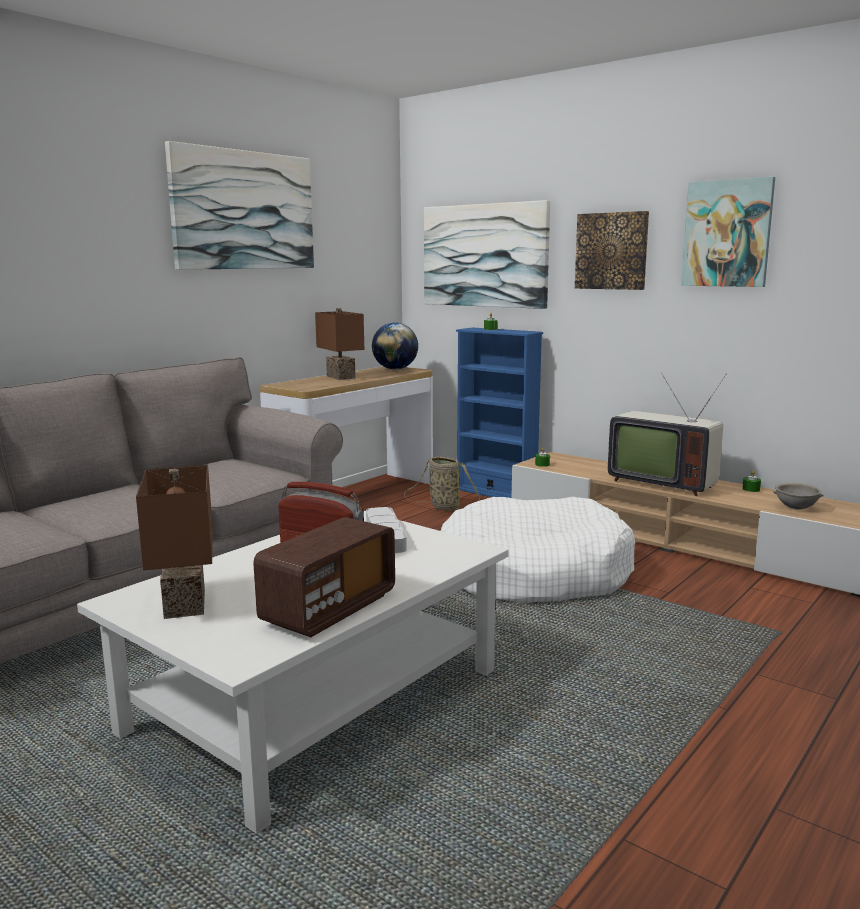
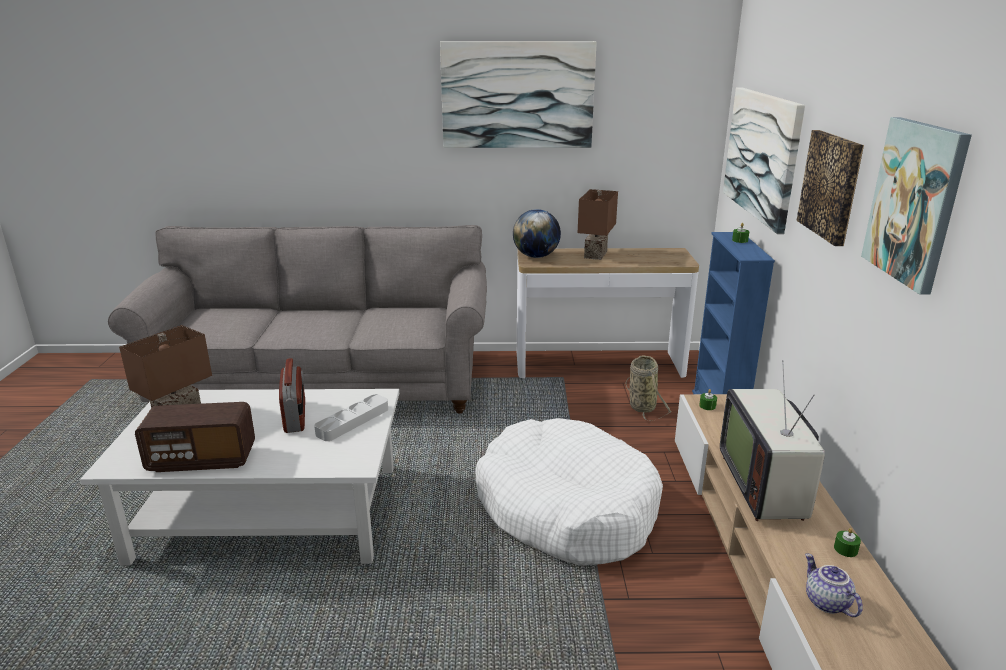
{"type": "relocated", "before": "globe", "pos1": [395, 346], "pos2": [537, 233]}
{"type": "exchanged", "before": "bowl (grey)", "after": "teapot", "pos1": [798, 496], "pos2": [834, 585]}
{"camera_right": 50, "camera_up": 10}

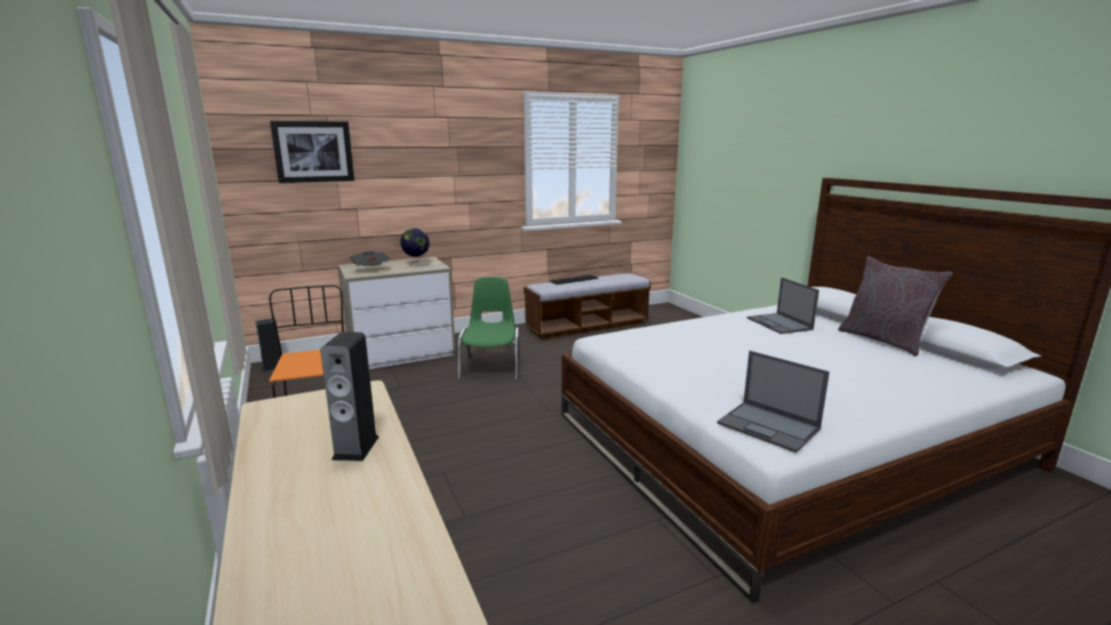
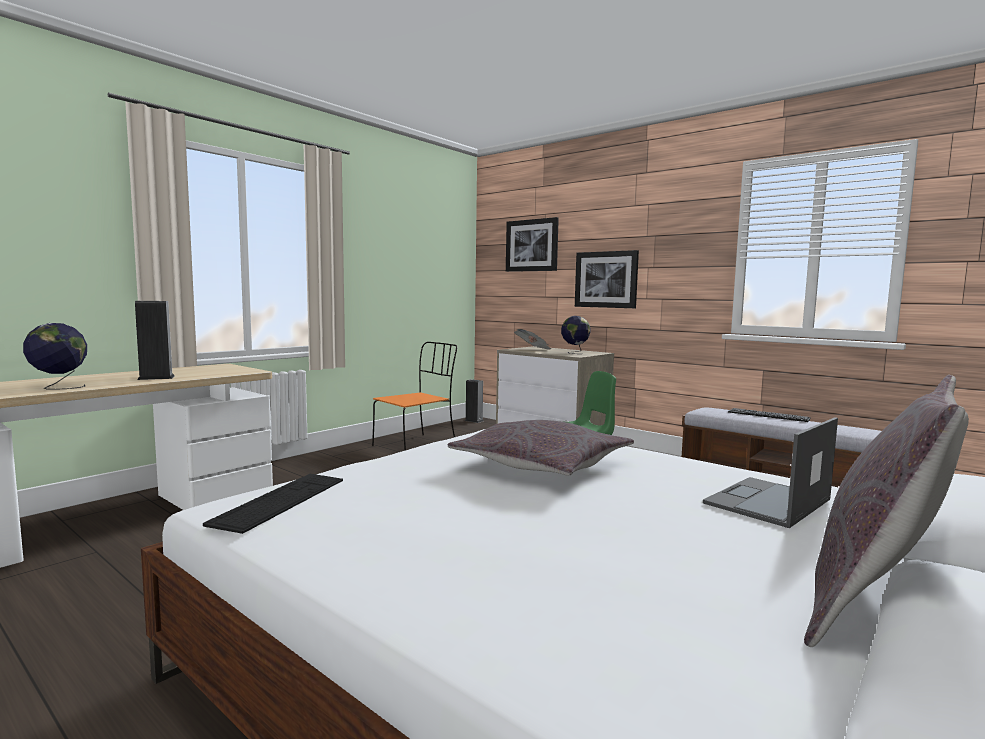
{"type": "exchanged", "before": "laptop", "after": "keyboard", "pos1": [773, 402], "pos2": [273, 504]}
{"type": "appeared", "after": "globe", "pos2": [55, 356]}
{"type": "appeared", "after": "pillow (grey)", "pos2": [541, 448]}
{"type": "appeared", "after": "picture", "pos2": [607, 279]}
{"camera_right": 65, "camera_up": -10}

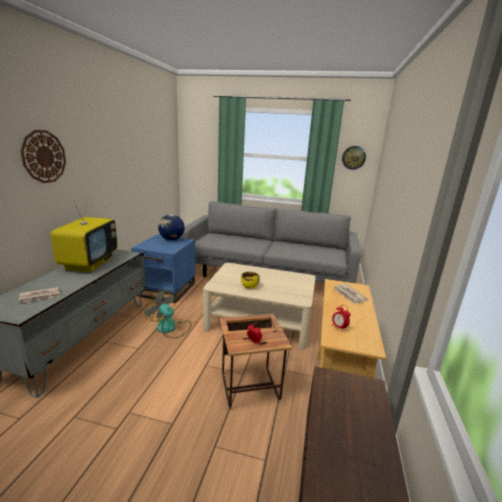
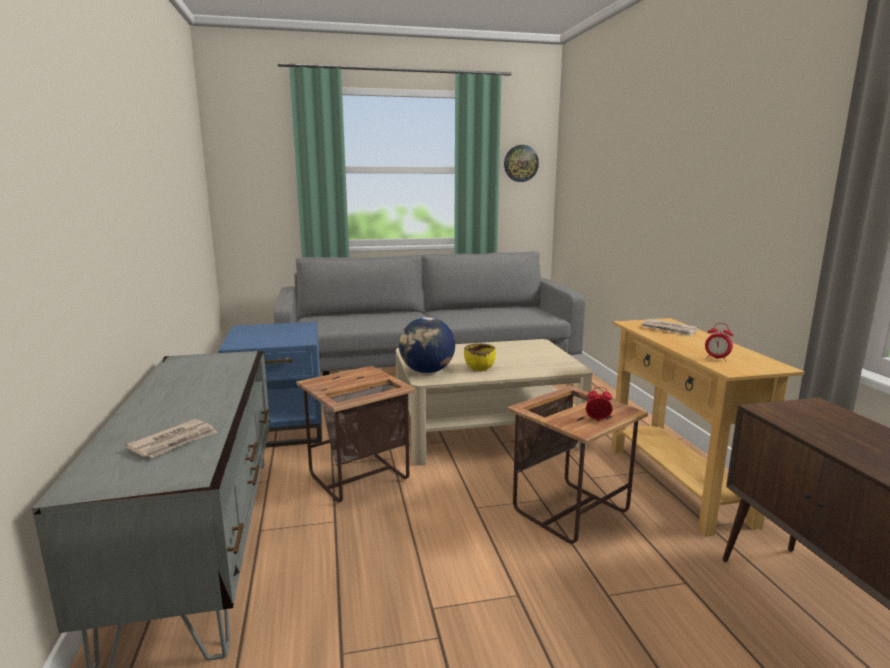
{"type": "missing", "before": "wall clock", "pos1": [43, 156]}
{"type": "missing", "before": "television", "pos1": [83, 234]}
{"type": "exchanged", "before": "fan", "after": "side table", "pos1": [168, 314], "pos2": [355, 434]}
{"type": "relocated", "before": "globe", "pos1": [171, 227], "pos2": [427, 345]}
{"camera_right": -25, "camera_up": -5}

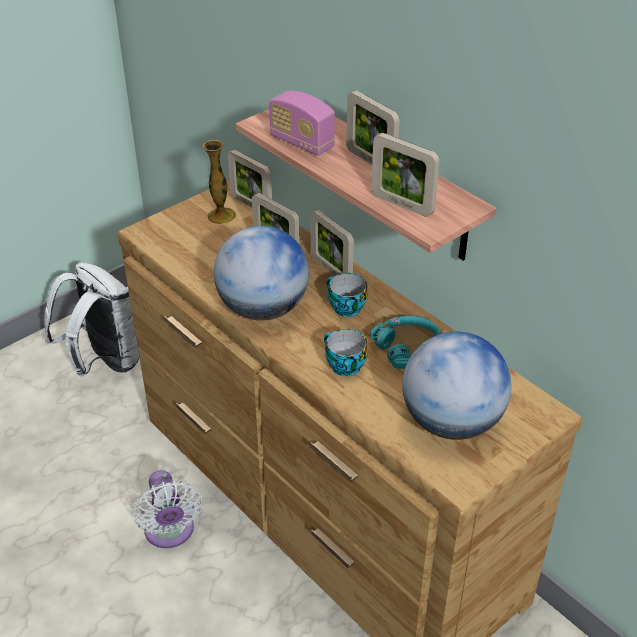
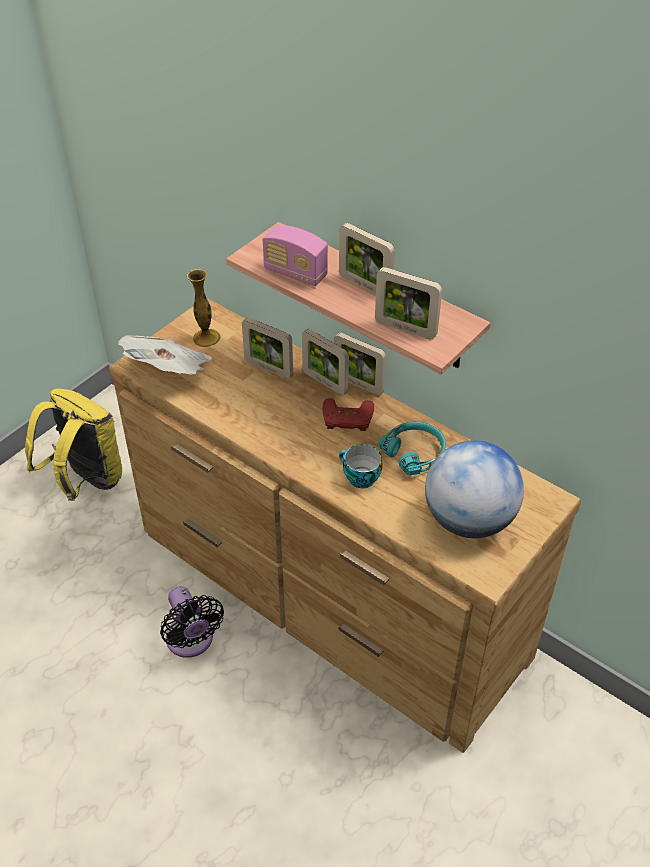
{"type": "colour", "before": "backpack (white)", "after": "backpack (yellow)", "pos1": [92, 320], "pos2": [73, 444]}
{"type": "colour", "before": "fan (white)", "after": "fan (black)", "pos1": [167, 509], "pos2": [192, 622]}
{"type": "missing", "before": "globe", "pos1": [261, 273]}
{"type": "relocated", "before": "picture frame", "pos1": [250, 179], "pos2": [360, 364]}
{"type": "exchanged", "before": "cup", "after": "game controller (red)", "pos1": [347, 295], "pos2": [348, 414]}
{"type": "appeared", "after": "newspaper", "pos2": [165, 355]}
{"camera_right": -10, "camera_up": 5}

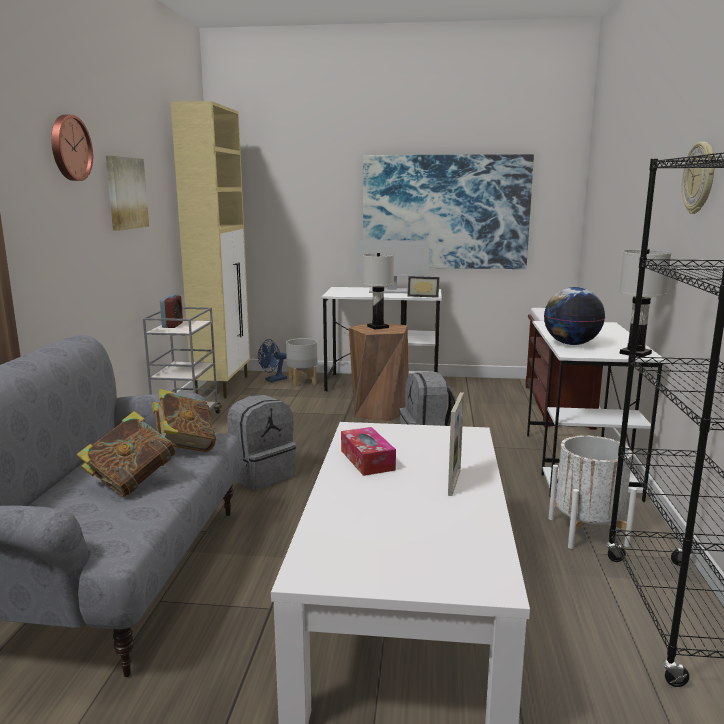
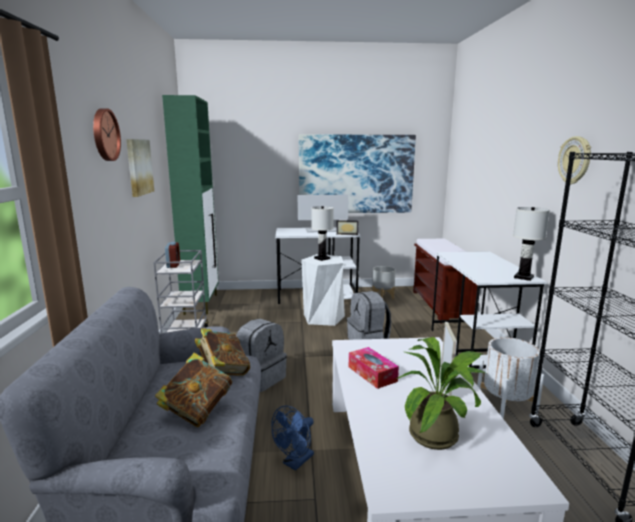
{"type": "colour", "before": "cabinet (beige)", "after": "cabinet (green)", "pos1": [210, 250], "pos2": [190, 205]}
{"type": "relocated", "before": "fan (blue)", "pos1": [272, 360], "pos2": [292, 438]}
{"type": "relocated", "before": "planter (grey)", "pos1": [301, 362], "pos2": [384, 282]}
{"type": "colour", "before": "stool (brown)", "after": "stool (white)", "pos1": [379, 372], "pos2": [323, 290]}
{"type": "missing", "before": "globe", "pos1": [574, 316]}
{"type": "appeared", "after": "potted plant", "pos2": [441, 393]}
{"camera_right": -10, "camera_up": 0}

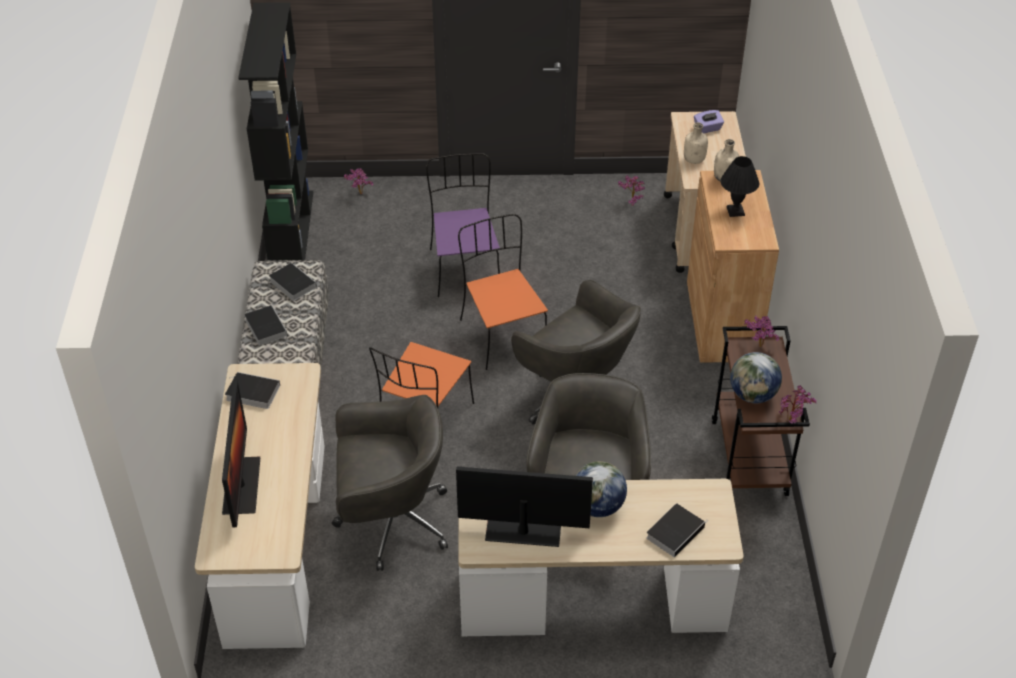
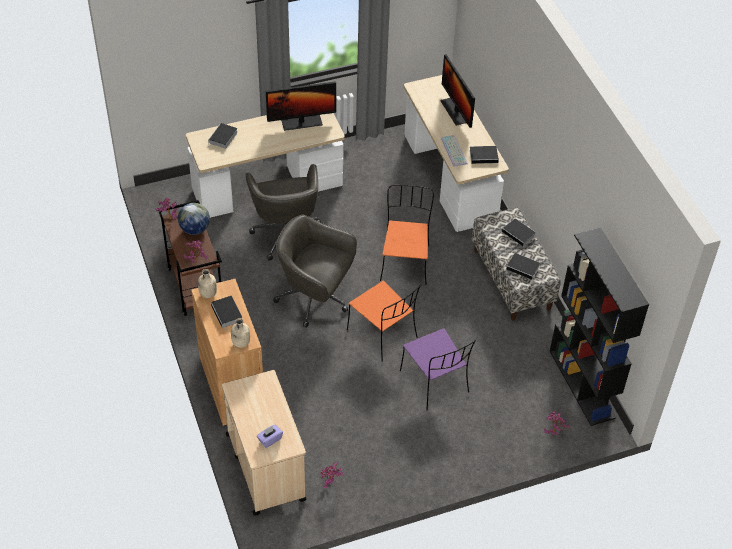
{"type": "missing", "before": "office chair (grey)", "pos1": [390, 483]}
{"type": "missing", "before": "globe", "pos1": [601, 489]}
{"type": "relocated", "before": "bottle (beige)", "pos1": [696, 143], "pos2": [207, 283]}
{"type": "exchanged", "before": "table lamp (black)", "after": "book", "pos1": [740, 186], "pos2": [226, 314]}
{"type": "appeared", "after": "keyboard", "pos2": [454, 151]}
{"camera_right": 160, "camera_up": 5}

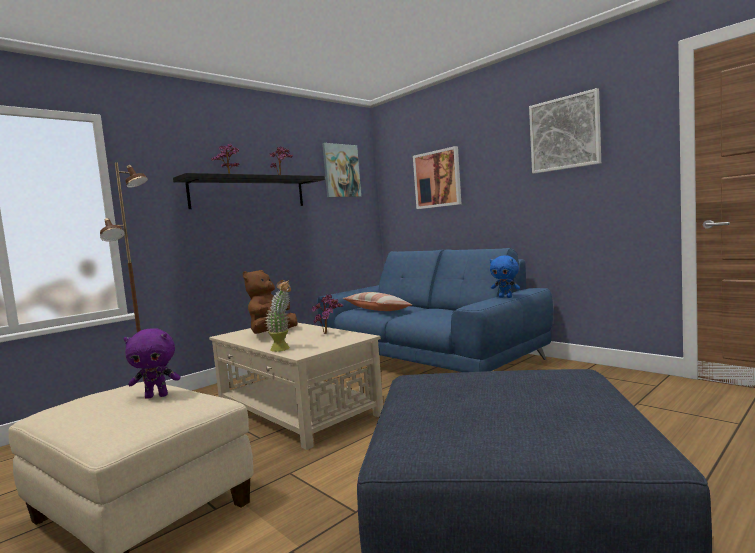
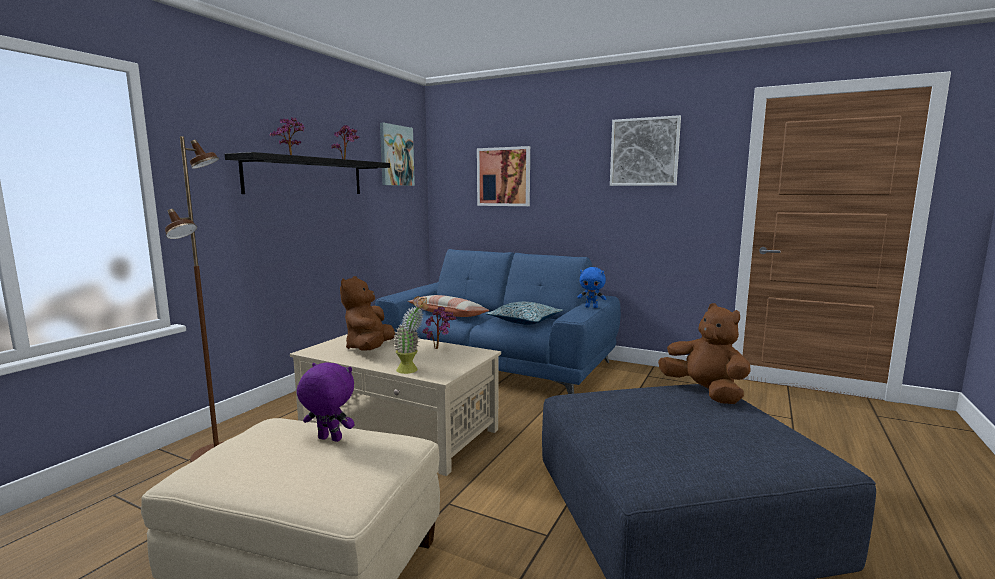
{"type": "spun", "before": "plush toy (purple)", "pos1": [151, 363], "pos2": [325, 402], "turn": -135}
{"type": "appeared", "after": "pillow", "pos2": [524, 313]}
{"type": "appeared", "after": "plush toy (brown)", "pos2": [704, 353]}
{"camera_right": -20, "camera_up": 5}

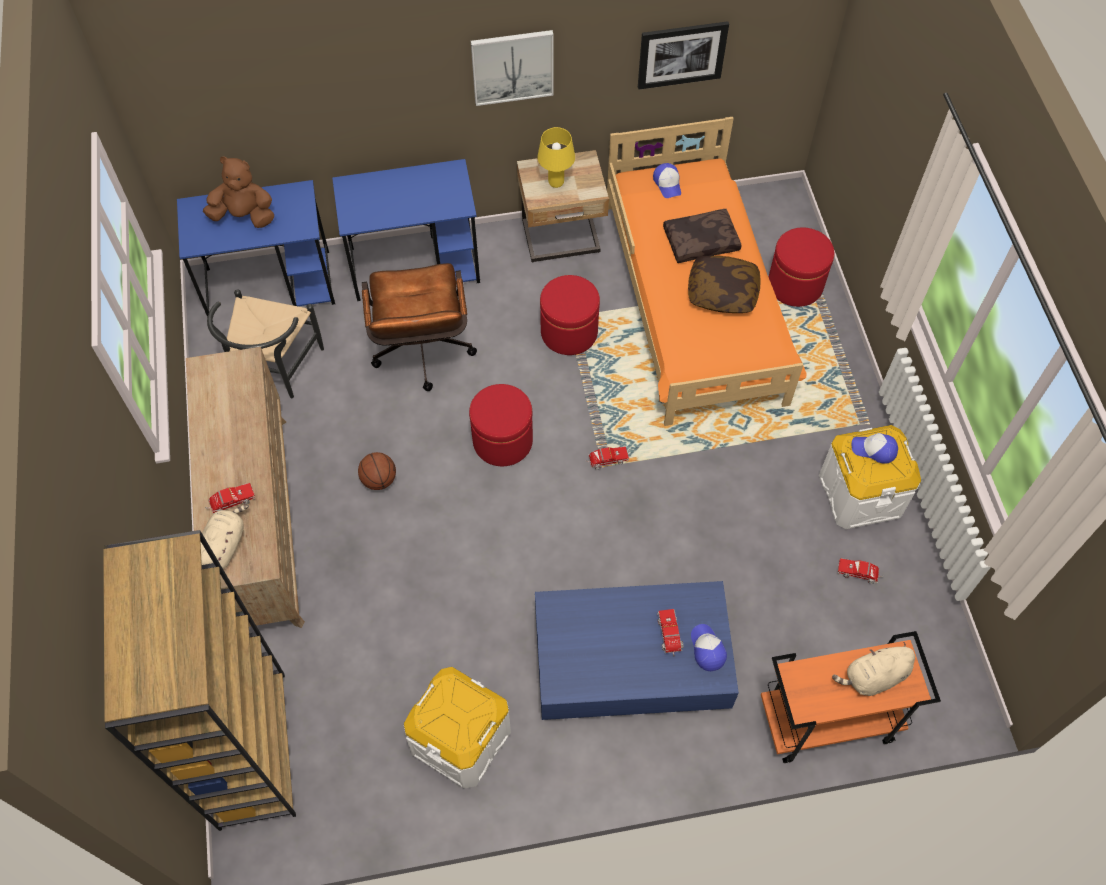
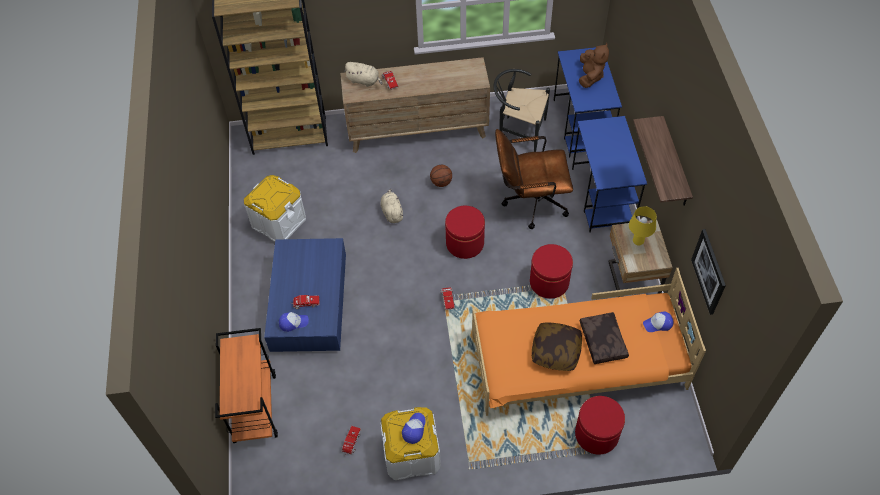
{"type": "exchanged", "before": "picture", "after": "shelf", "pos1": [512, 68], "pos2": [663, 161]}
{"type": "relocated", "before": "plush toy (beige)", "pos1": [873, 669], "pos2": [391, 206]}
{"camera_right": 95, "camera_up": -5}

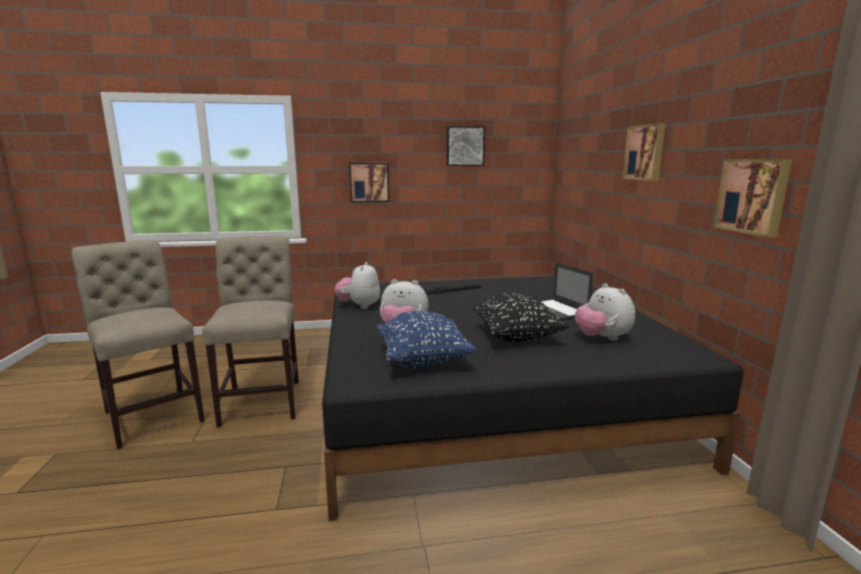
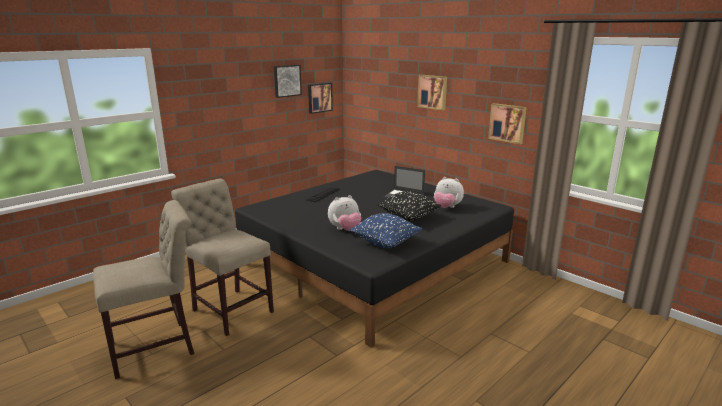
{"type": "spun", "before": "chair (beige)", "pos1": [138, 344], "pos2": [143, 289], "turn": 135}
{"type": "missing", "before": "plush toy", "pos1": [357, 285]}
{"type": "relocated", "before": "picture", "pos1": [369, 182], "pos2": [320, 98]}
{"camera_right": -35, "camera_up": 5}

